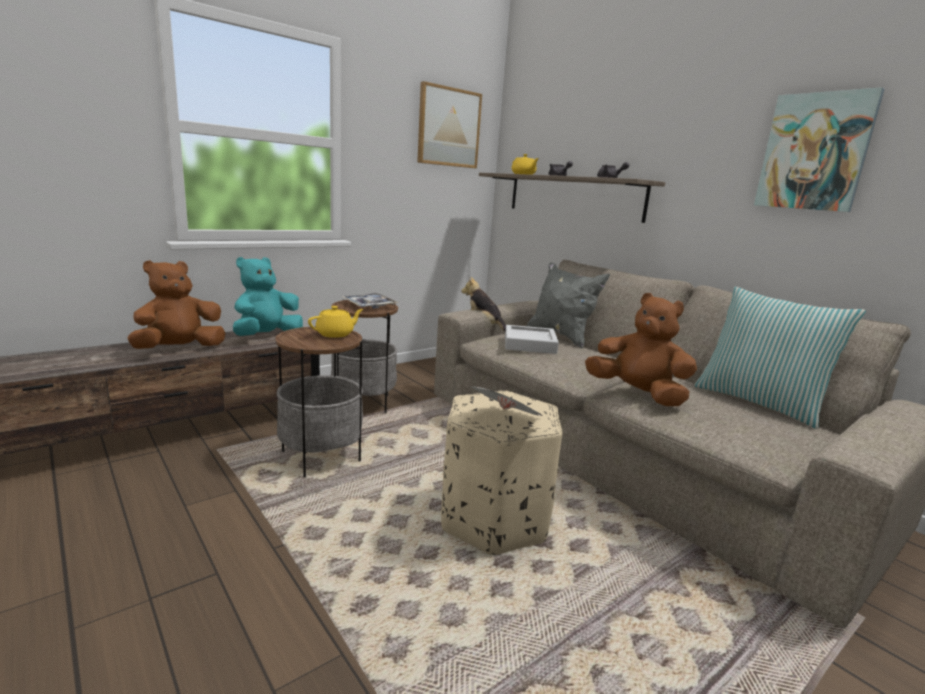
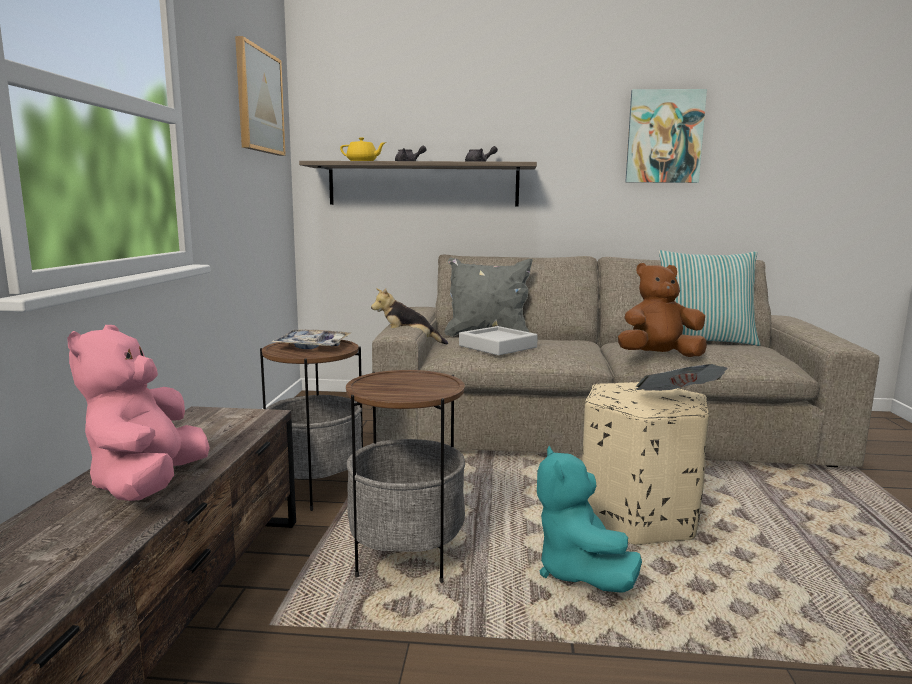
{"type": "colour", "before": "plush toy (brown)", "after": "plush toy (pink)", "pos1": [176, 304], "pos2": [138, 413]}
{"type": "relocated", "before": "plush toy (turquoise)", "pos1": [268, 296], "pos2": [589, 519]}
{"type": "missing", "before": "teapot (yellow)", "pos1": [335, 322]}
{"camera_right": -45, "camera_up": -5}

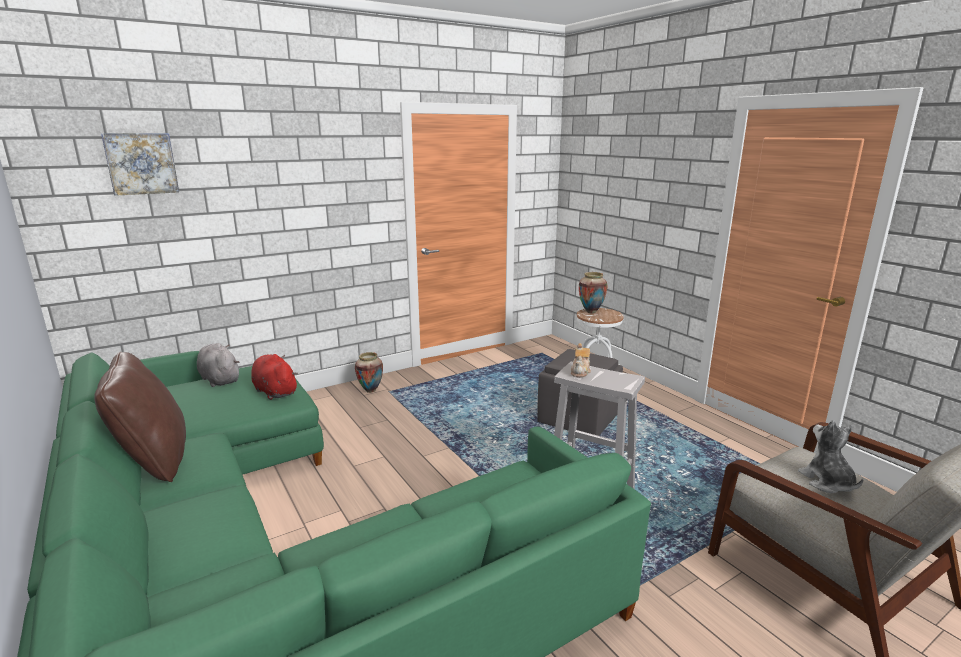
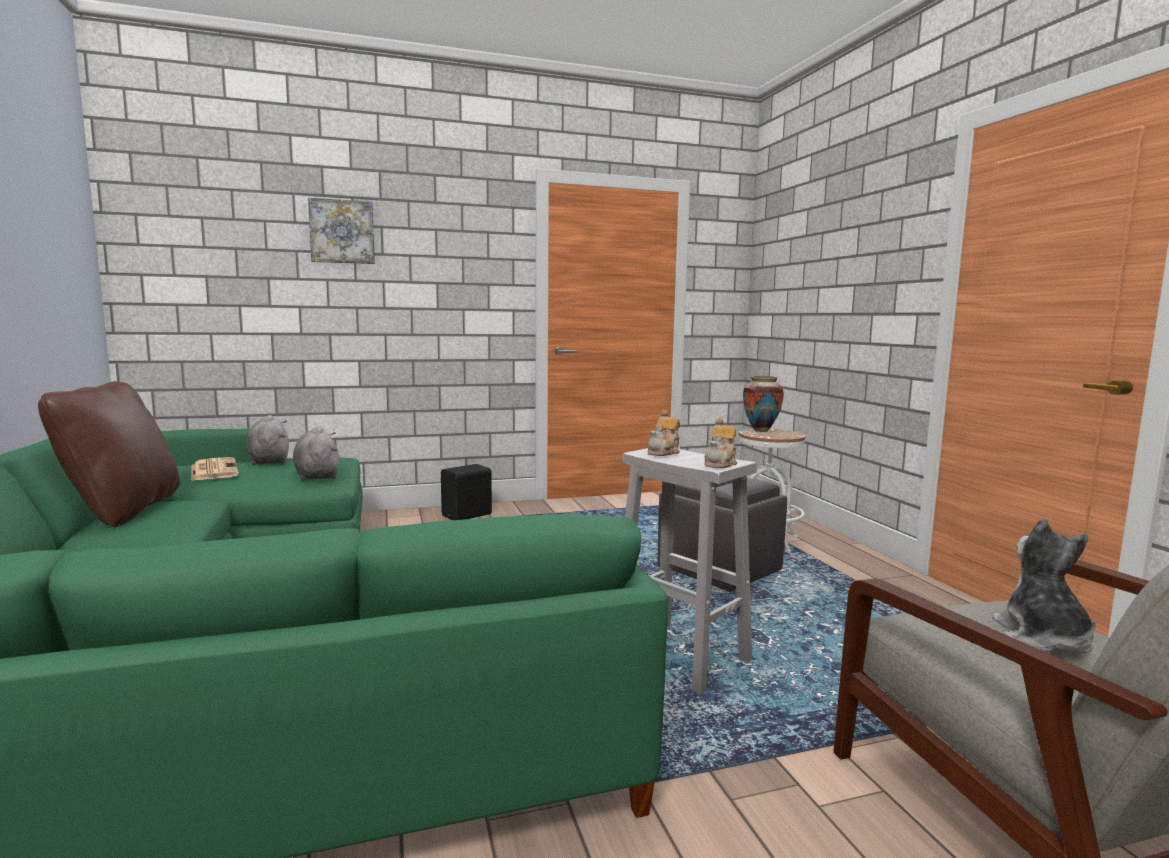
{"type": "relocated", "before": "picture", "pos1": [140, 164], "pos2": [341, 231]}
{"type": "colour", "before": "plush toy (red)", "after": "plush toy (grey)", "pos1": [274, 377], "pos2": [316, 454]}
{"type": "exchanged", "before": "vase", "after": "speaker (black)", "pos1": [369, 372], "pos2": [466, 492]}
{"type": "appeared", "after": "newspaper", "pos2": [215, 469]}
{"type": "appeared", "after": "teapot", "pos2": [720, 443]}
{"camera_right": 15, "camera_up": -10}

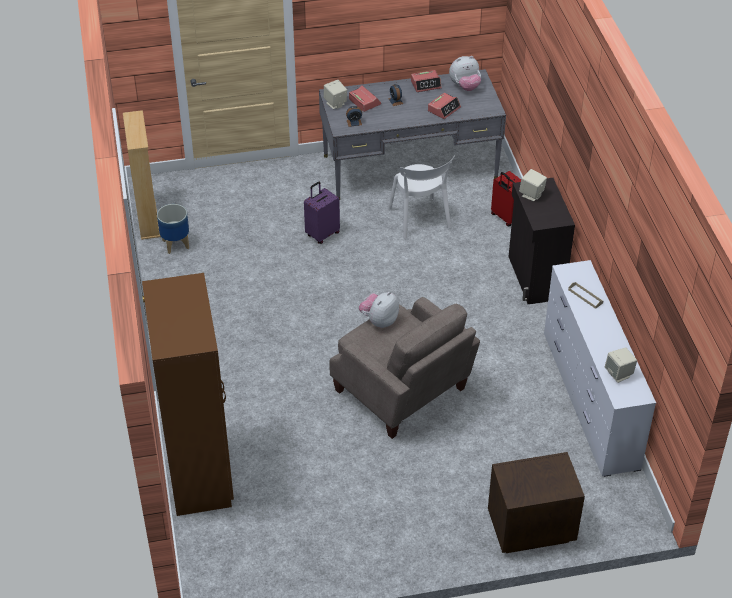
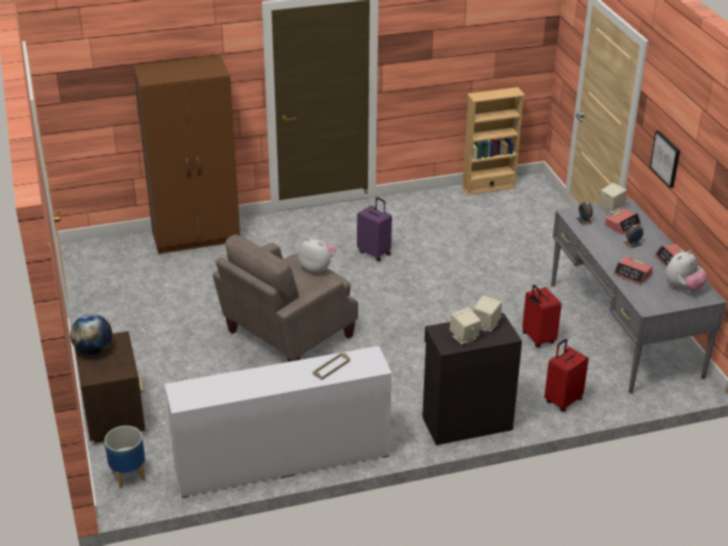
{"type": "relocated", "before": "planter", "pos1": [173, 229], "pos2": [125, 457]}
{"type": "relocated", "before": "suitcase (purple)", "pos1": [322, 213], "pos2": [374, 229]}
{"type": "exchanged", "before": "chair (white)", "after": "suitcase (red)", "pos1": [421, 197], "pos2": [542, 316]}
{"type": "spun", "before": "plush toy", "pos1": [465, 73], "pos2": [686, 271], "turn": -105}
{"type": "relocated", "before": "speaker (beige)", "pos1": [621, 365], "pos2": [465, 325]}
{"type": "appeared", "after": "globe", "pos2": [91, 334]}
{"type": "appeared", "after": "picture", "pos2": [665, 159]}
{"camera_right": 85, "camera_up": -10}

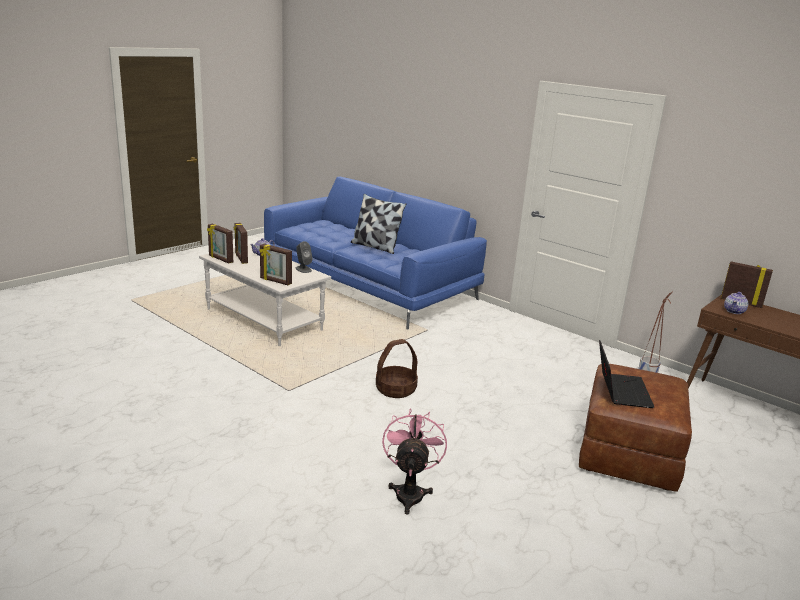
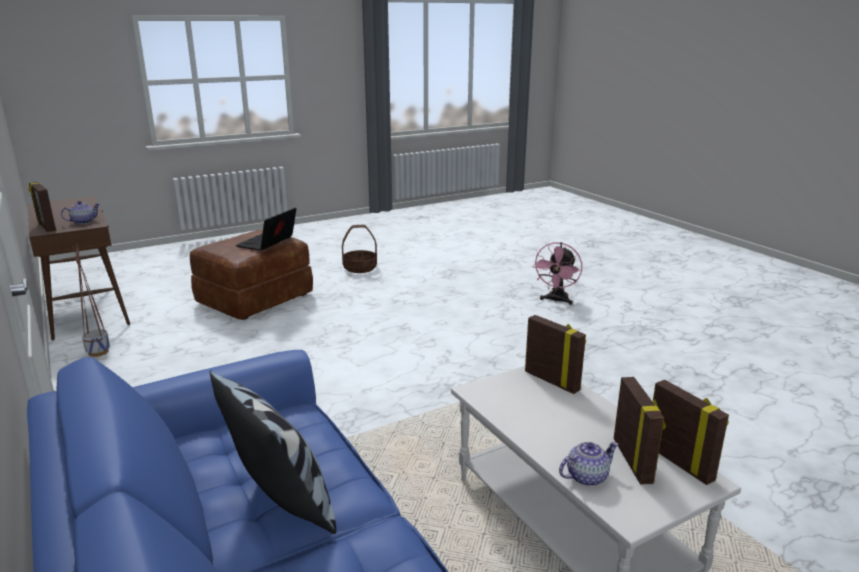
{"type": "missing", "before": "speaker (grey)", "pos1": [304, 257]}
{"type": "relocated", "before": "basket", "pos1": [397, 368], "pos2": [359, 249]}
{"type": "relocated", "before": "fan (pink)", "pos1": [414, 461], "pos2": [557, 273]}
{"camera_right": -160, "camera_up": 0}

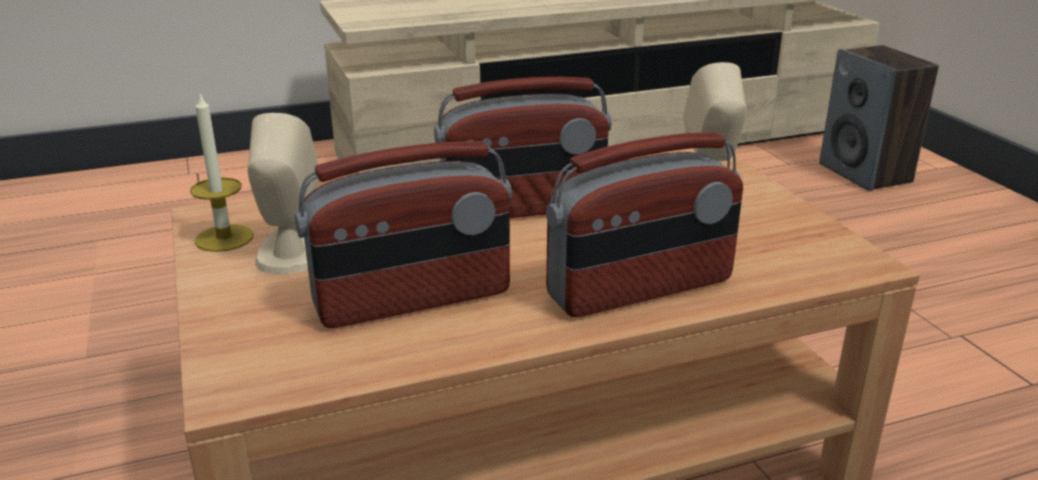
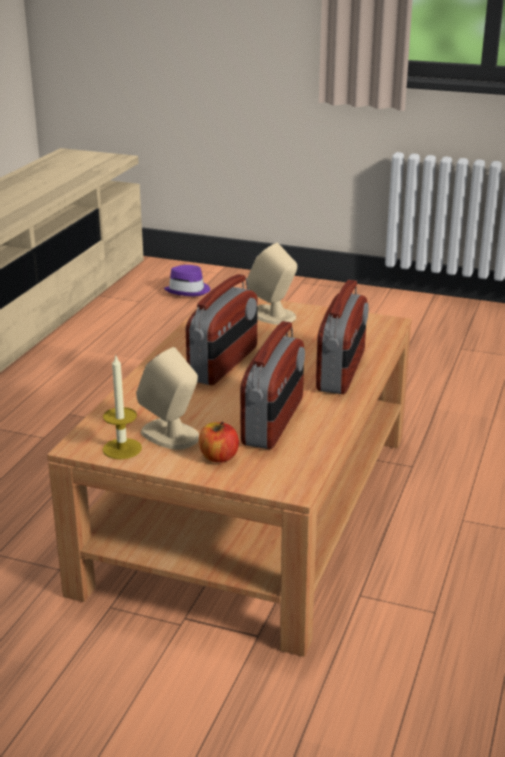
{"type": "exchanged", "before": "speaker", "after": "hat (purple)", "pos1": [879, 118], "pos2": [187, 280]}
{"type": "appeared", "after": "apple", "pos2": [219, 442]}
{"camera_right": -50, "camera_up": 0}

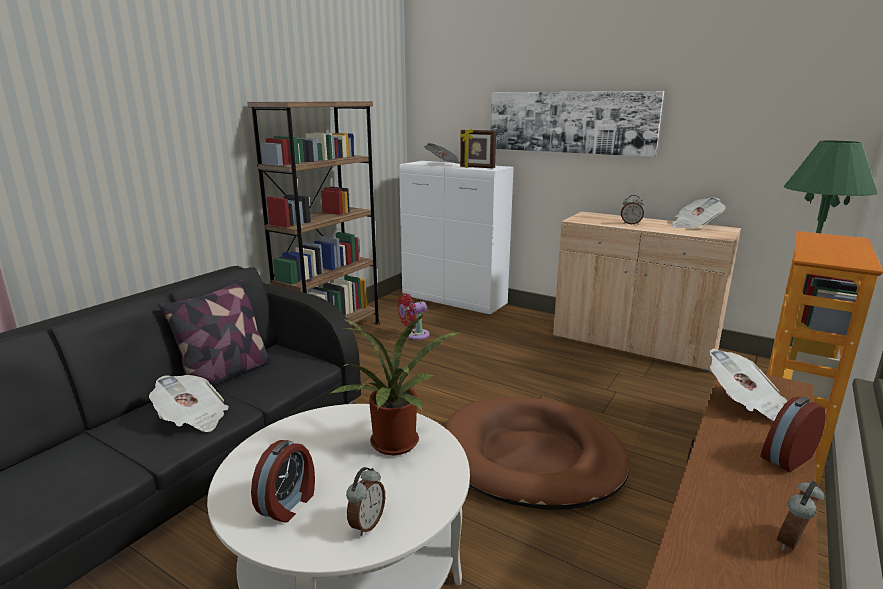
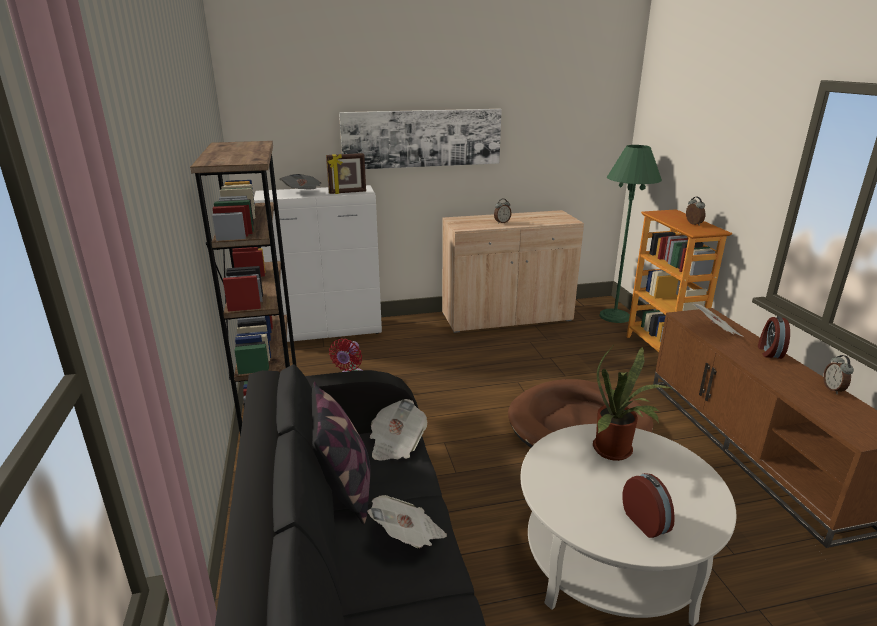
{"type": "relocated", "before": "alarm clock", "pos1": [365, 501], "pos2": [695, 211]}
{"type": "relocated", "before": "newspaper", "pos1": [698, 213], "pos2": [398, 430]}
{"camera_right": -45, "camera_up": 5}

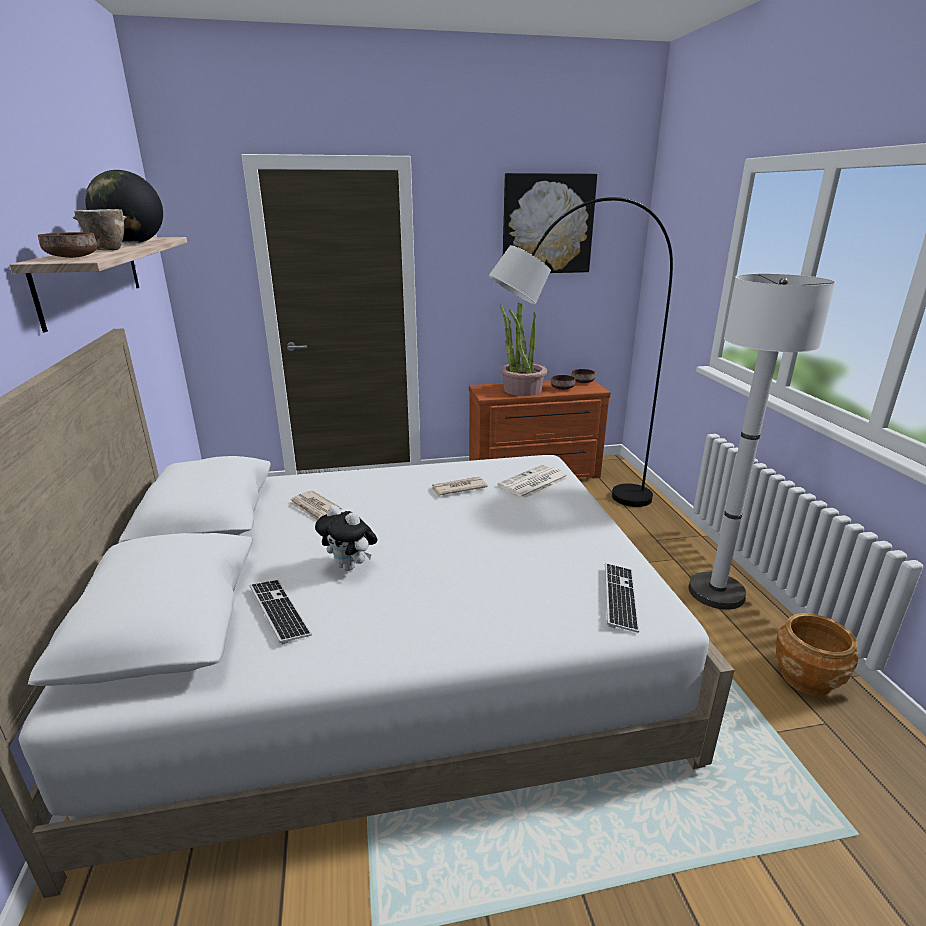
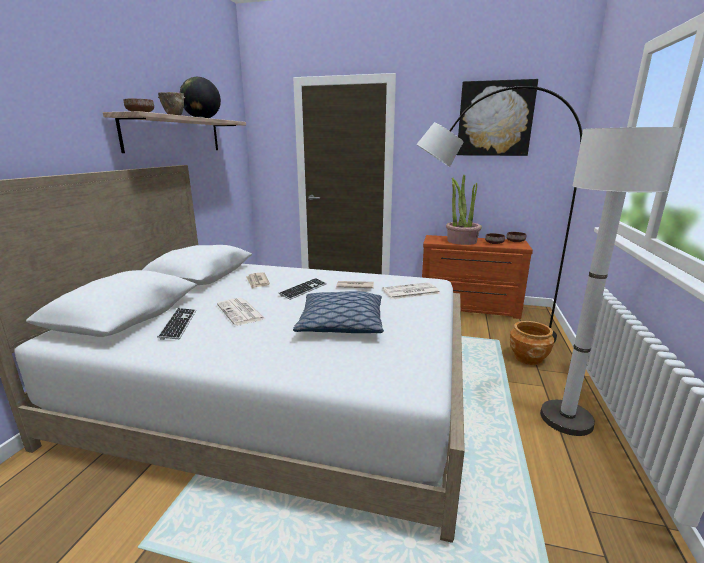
{"type": "exchanged", "before": "plush toy", "after": "newspaper", "pos1": [346, 538], "pos2": [241, 312]}
{"type": "relocated", "before": "keyboard", "pos1": [622, 598], "pos2": [303, 289]}
{"type": "relocated", "before": "planter (brown)", "pos1": [817, 654], "pos2": [532, 343]}
{"type": "appeared", "after": "pillow", "pos2": [338, 312]}
{"camera_right": 25, "camera_up": -5}

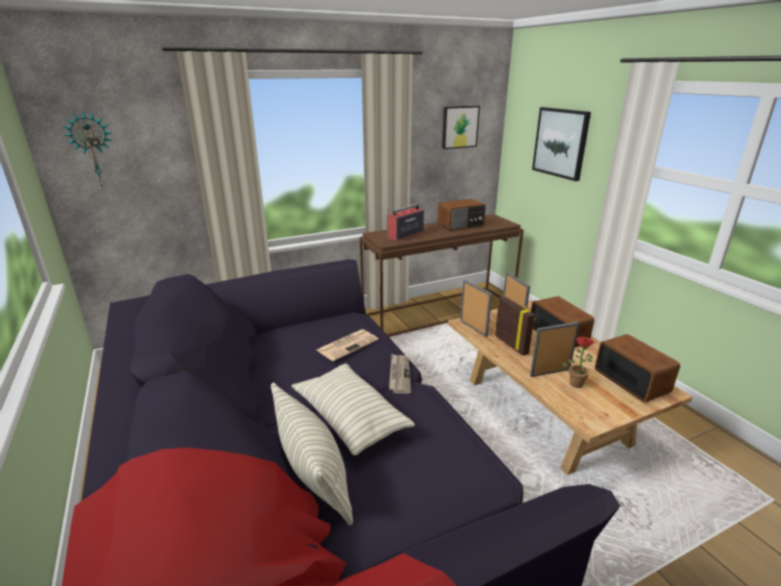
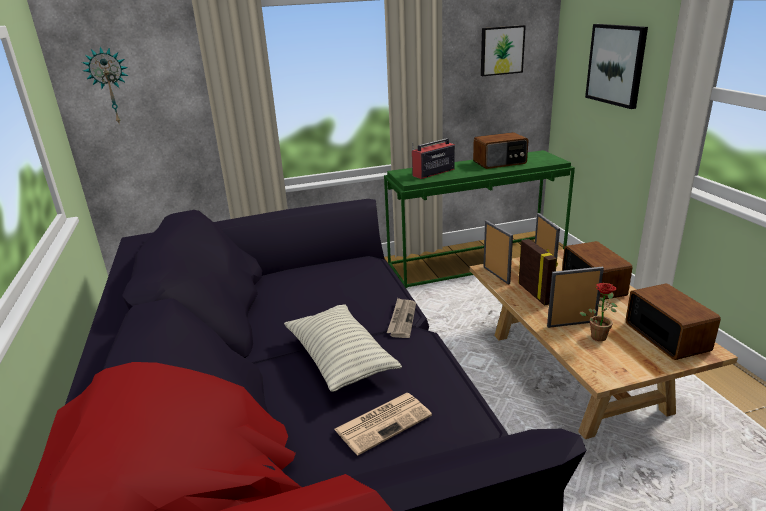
{"type": "missing", "before": "pillow", "pos1": [312, 454]}
{"type": "relocated", "before": "newspaper", "pos1": [347, 345], "pos2": [383, 424]}
{"type": "colour", "before": "console table (brown)", "after": "console table (green)", "pos1": [442, 275], "pos2": [479, 219]}
{"camera_right": 10, "camera_up": 0}

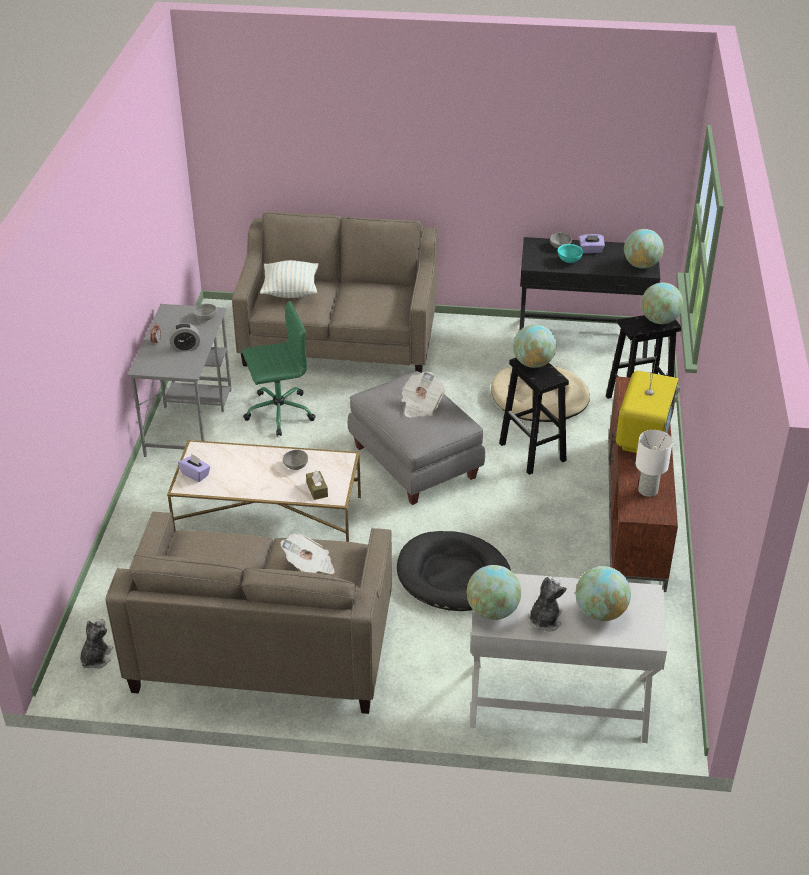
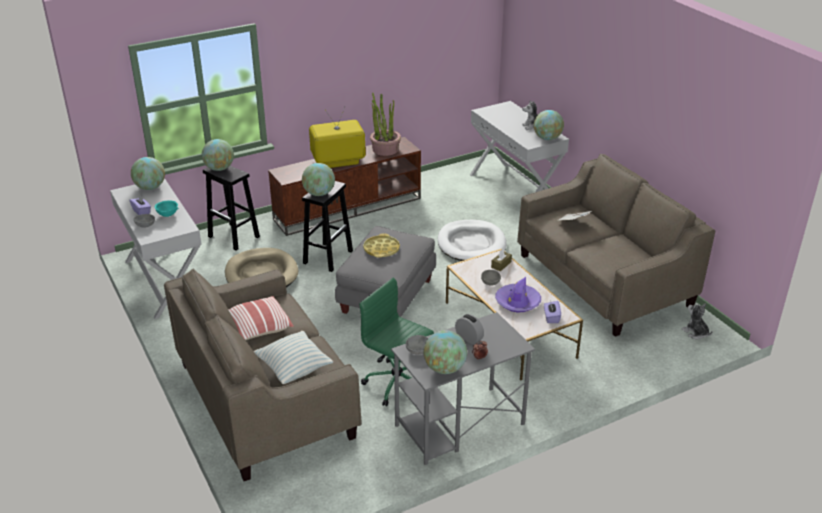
{"type": "spun", "before": "plush toy", "pos1": [96, 644], "pos2": [697, 321], "turn": 75}
{"type": "colour", "before": "dog bed (black)", "after": "dog bed (white)", "pos1": [454, 571], "pos2": [472, 240]}
{"type": "exchanged", "before": "newspaper", "after": "tray (yellow)", "pos1": [423, 394], "pos2": [381, 245]}
{"type": "colour", "before": "console table (black)", "after": "console table (white)", "pos1": [589, 298], "pos2": [156, 248]}
{"type": "relocated", "before": "globe", "pos1": [603, 593], "pos2": [445, 352]}
{"type": "exchanged", "before": "table lamp (white)", "after": "potted plant", "pos1": [654, 463], "pos2": [385, 124]}
{"type": "appeared", "after": "pillow", "pos2": [261, 318]}
{"type": "appeared", "after": "hat (purple)", "pos2": [518, 294]}
{"camera_right": -125, "camera_up": -5}

